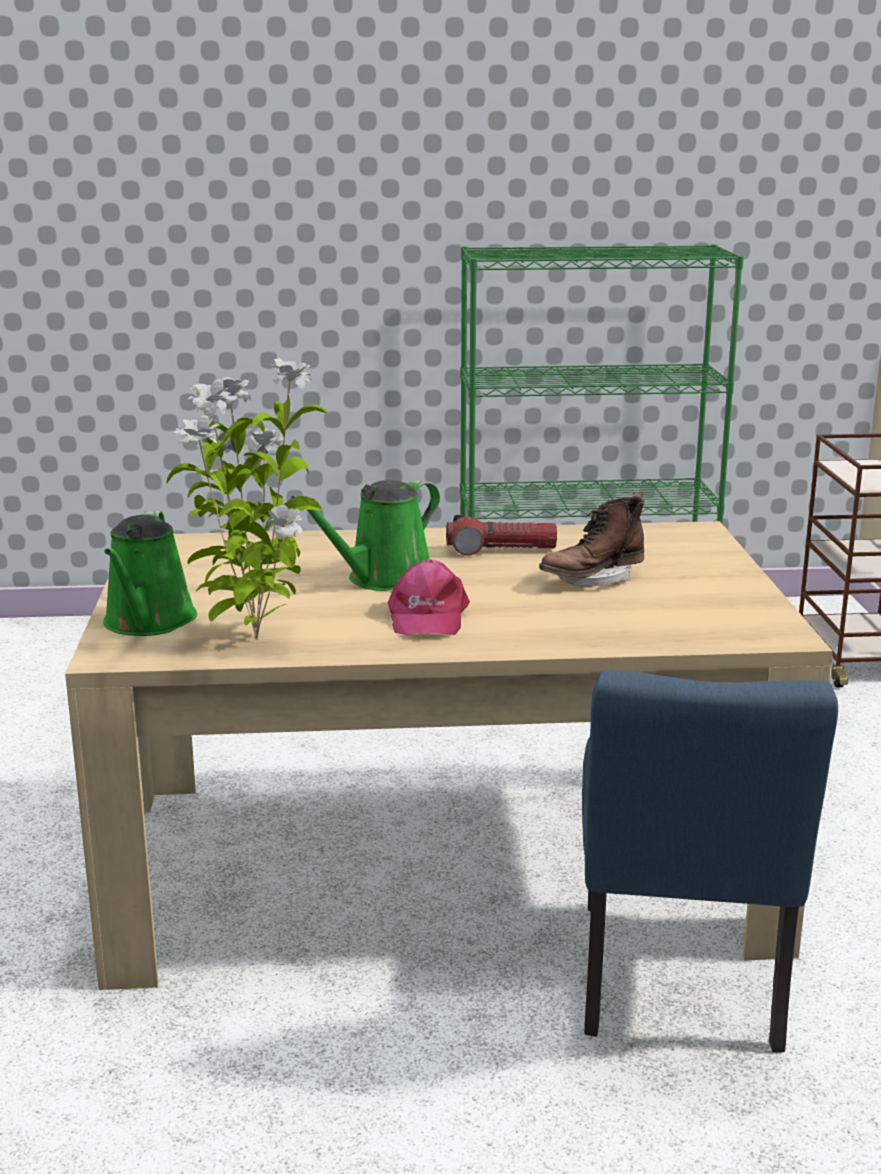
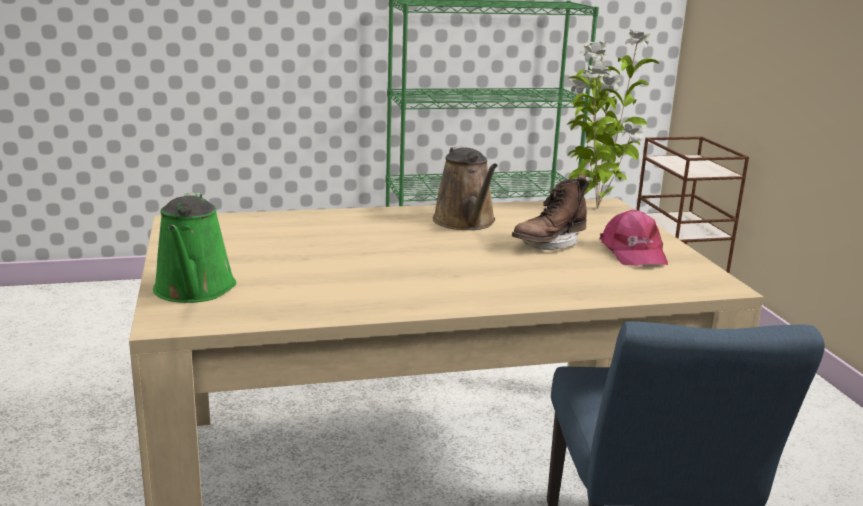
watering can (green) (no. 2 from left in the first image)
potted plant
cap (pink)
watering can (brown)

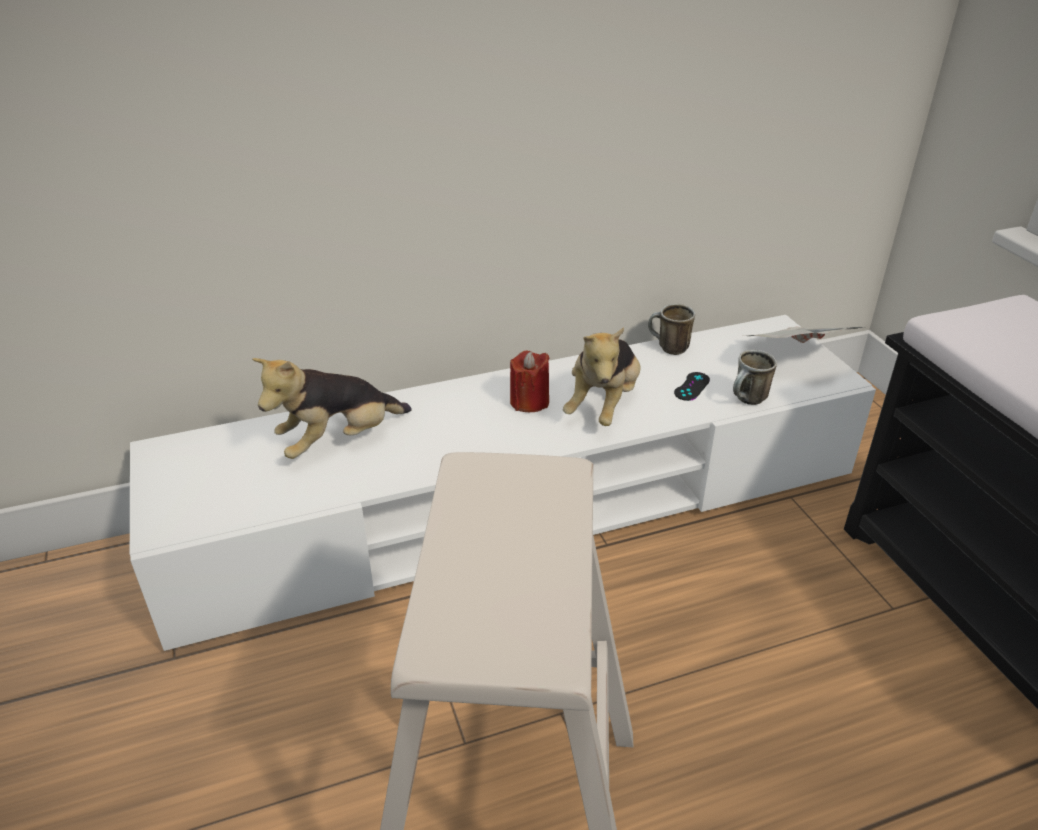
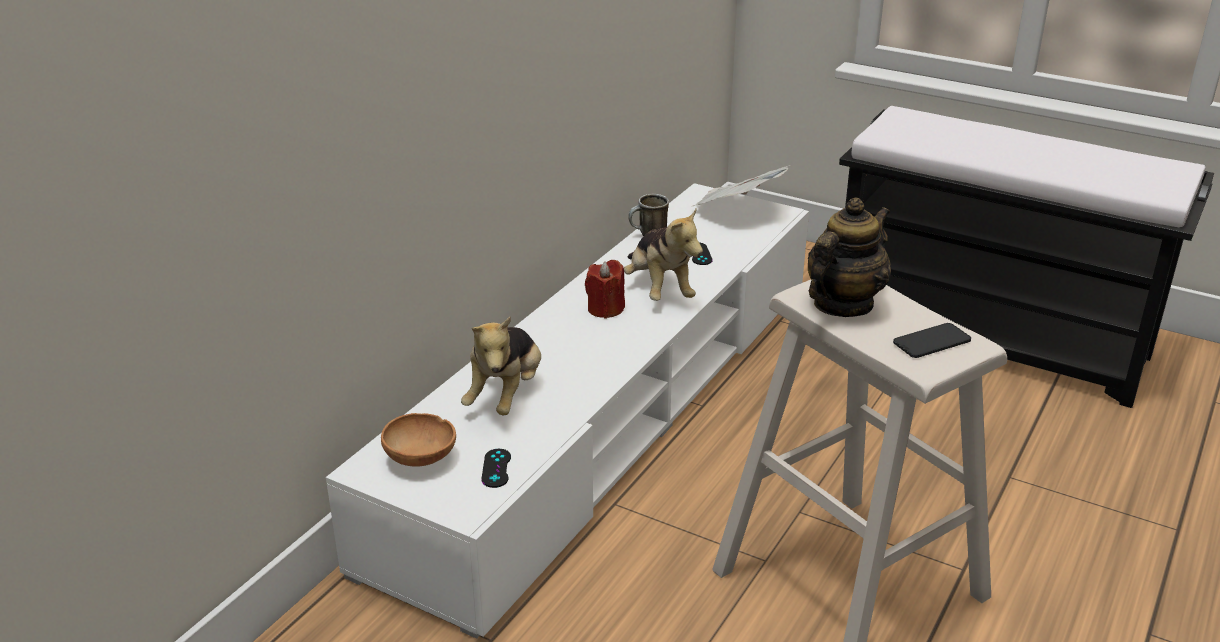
mug (no. 2 from left in the first image)
bowl (brown)
game controller (black) (no. 1 from left)
teapot
phone

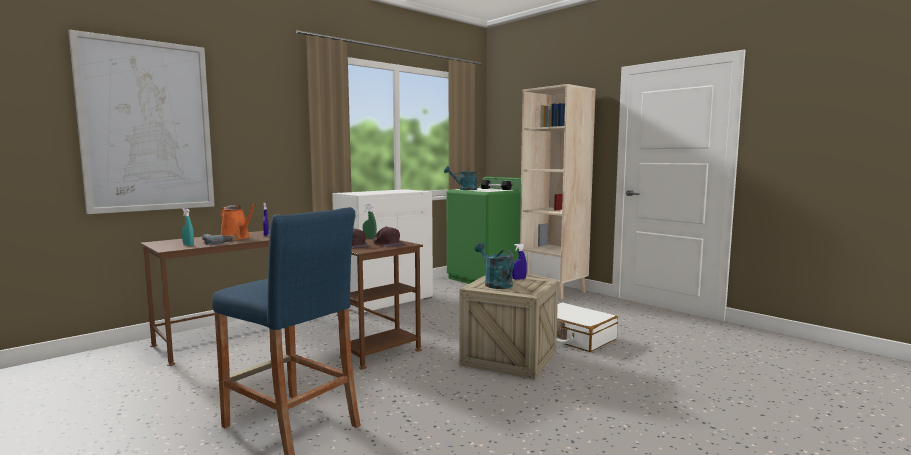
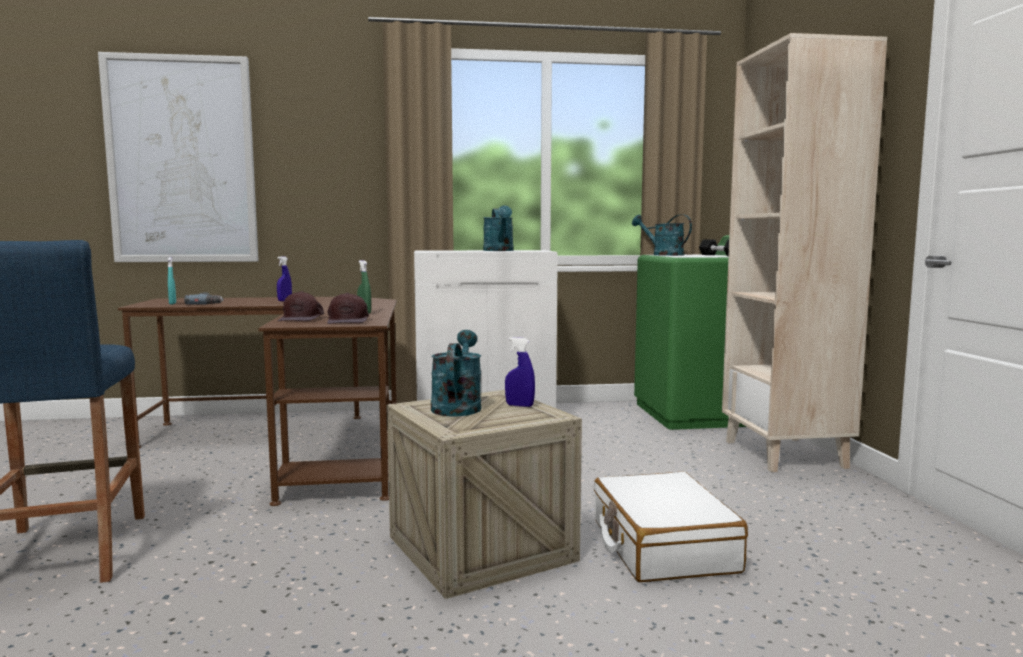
watering can (orange)
watering can (turquoise) (no. 2 from left)

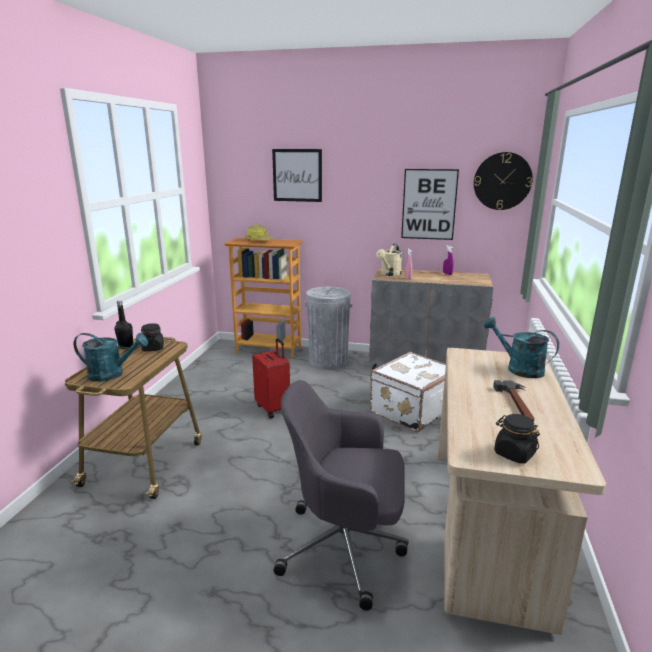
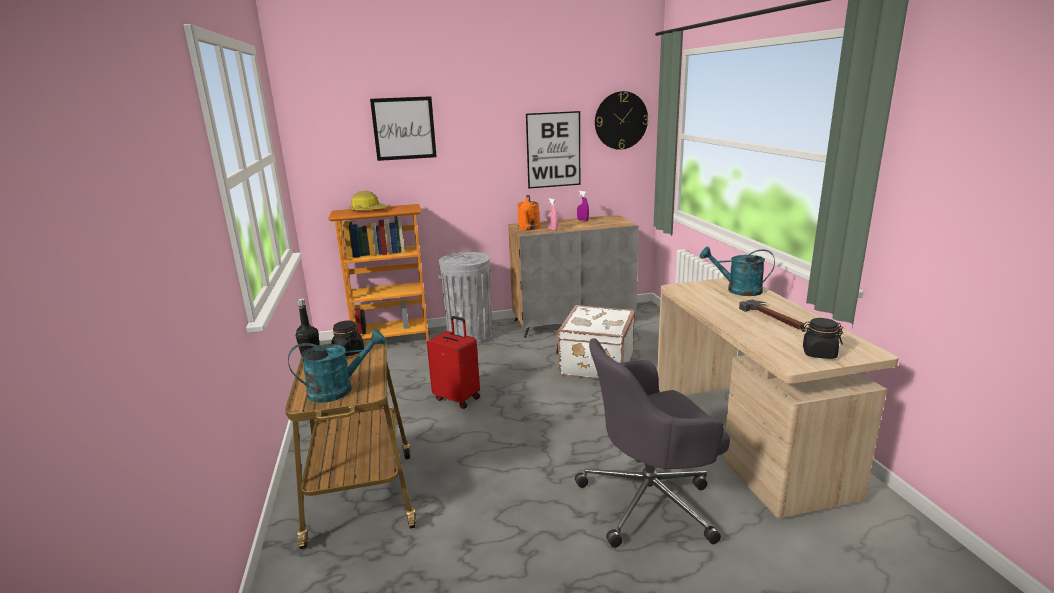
watering can (orange)

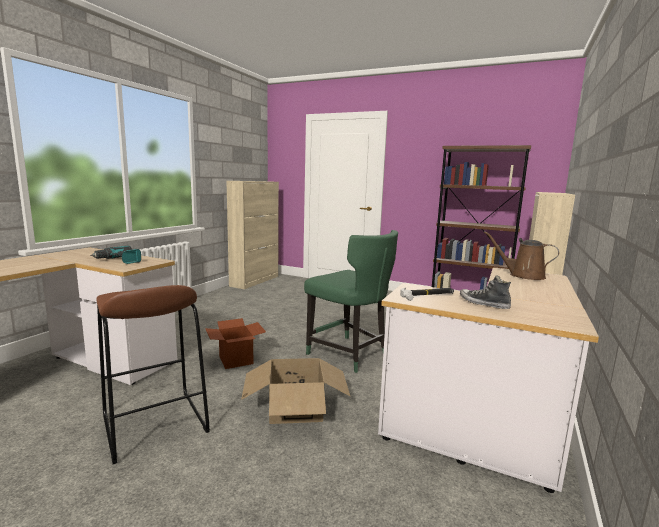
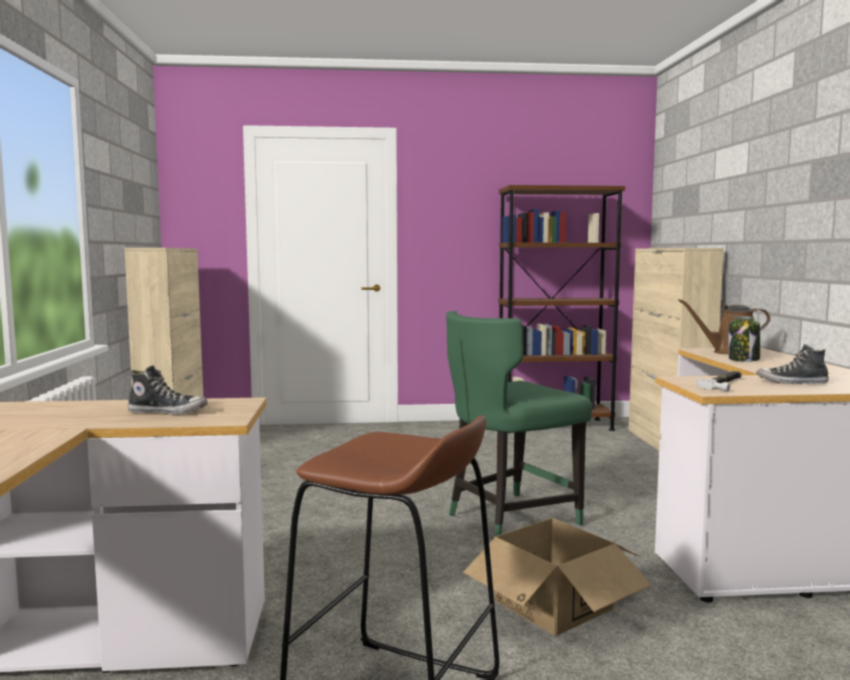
cardboard box (no. 1 from left in the first image)
jar
shoe (no. 1 from left)
chair (green)

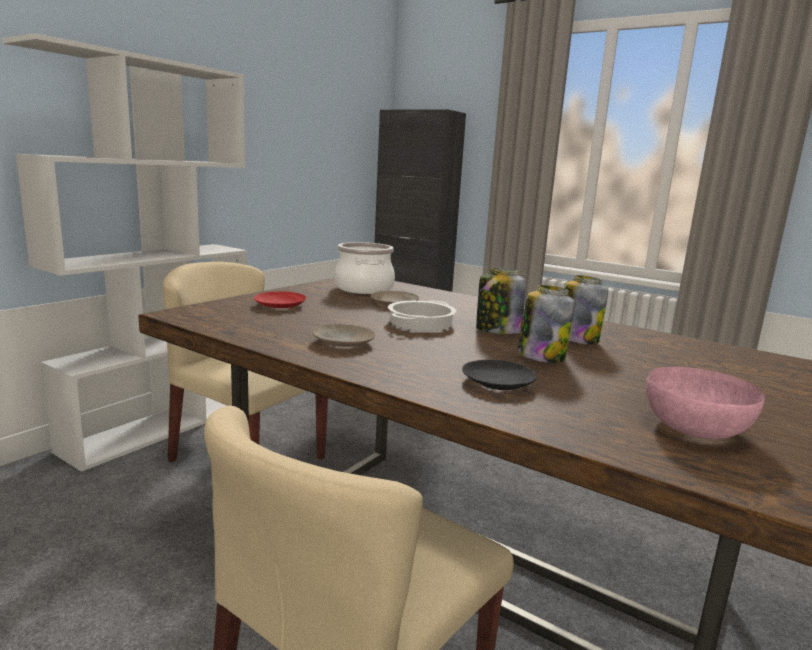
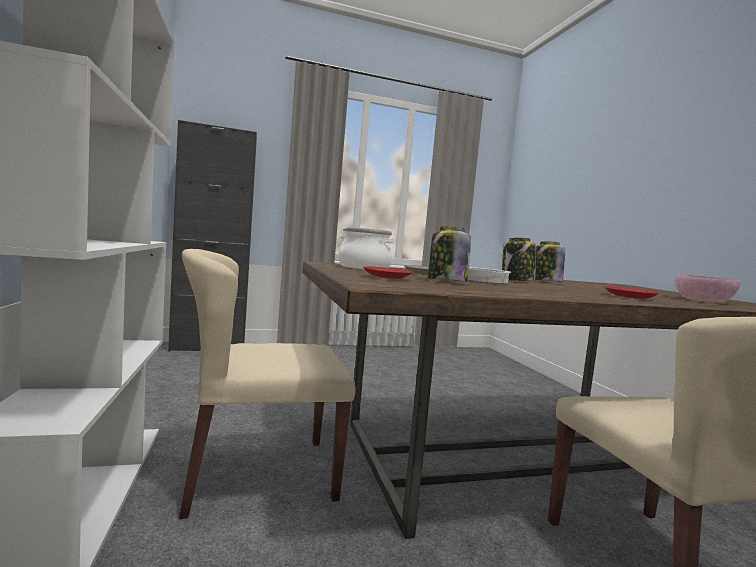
plate (beige) (no. 1 from left in the first image)
jar (no. 1 from left)
plate (red) (no. 2 from left)

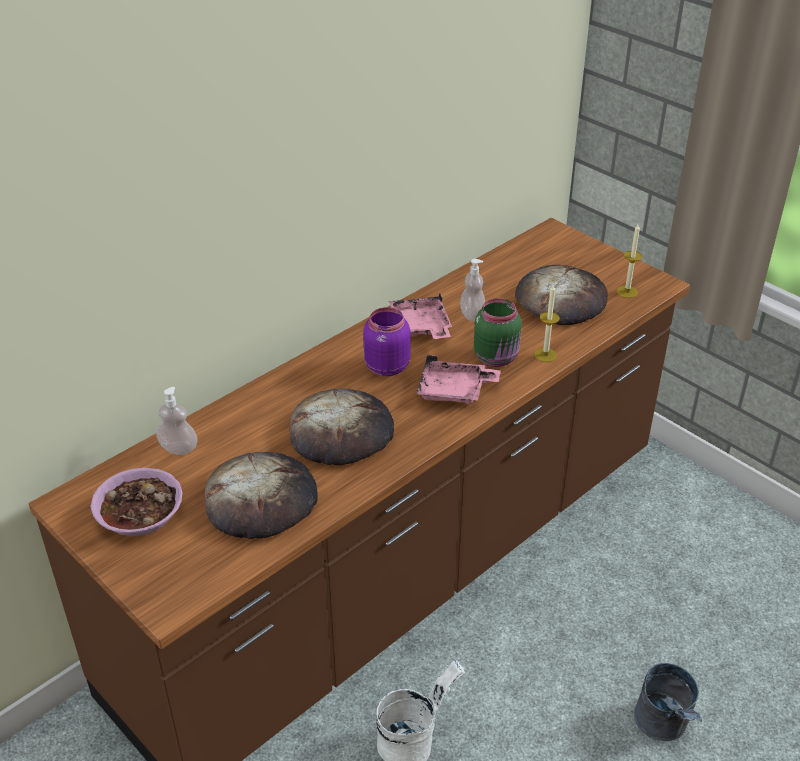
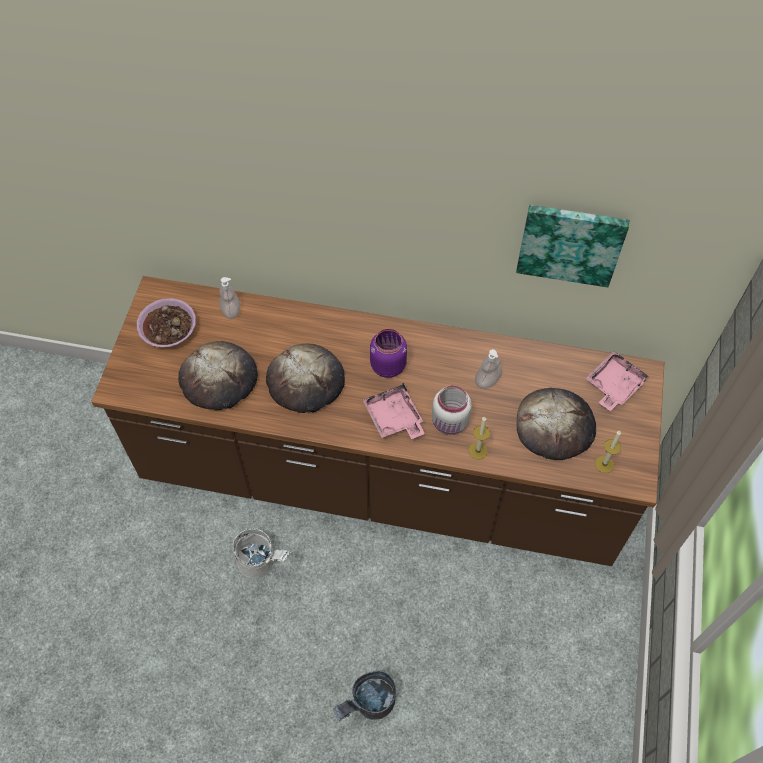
picture
tray (pink) (no. 2 from left)
jar (white)

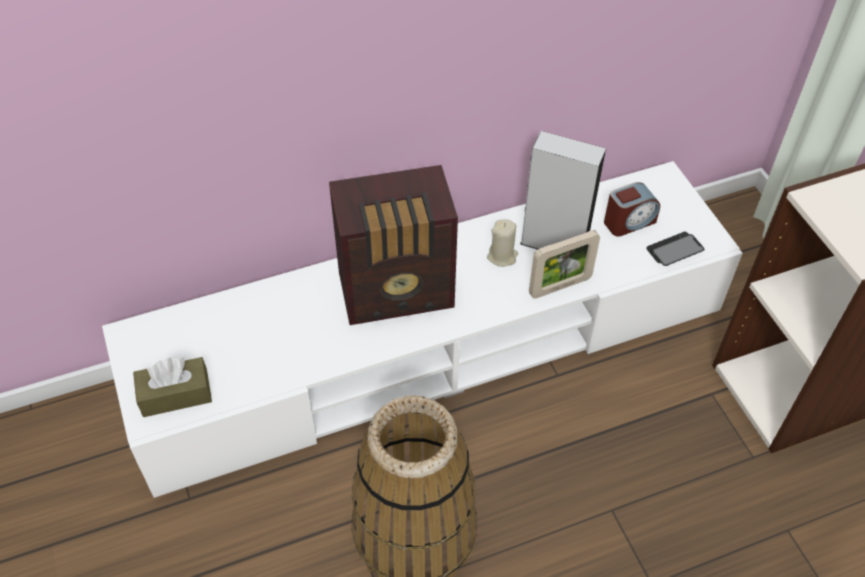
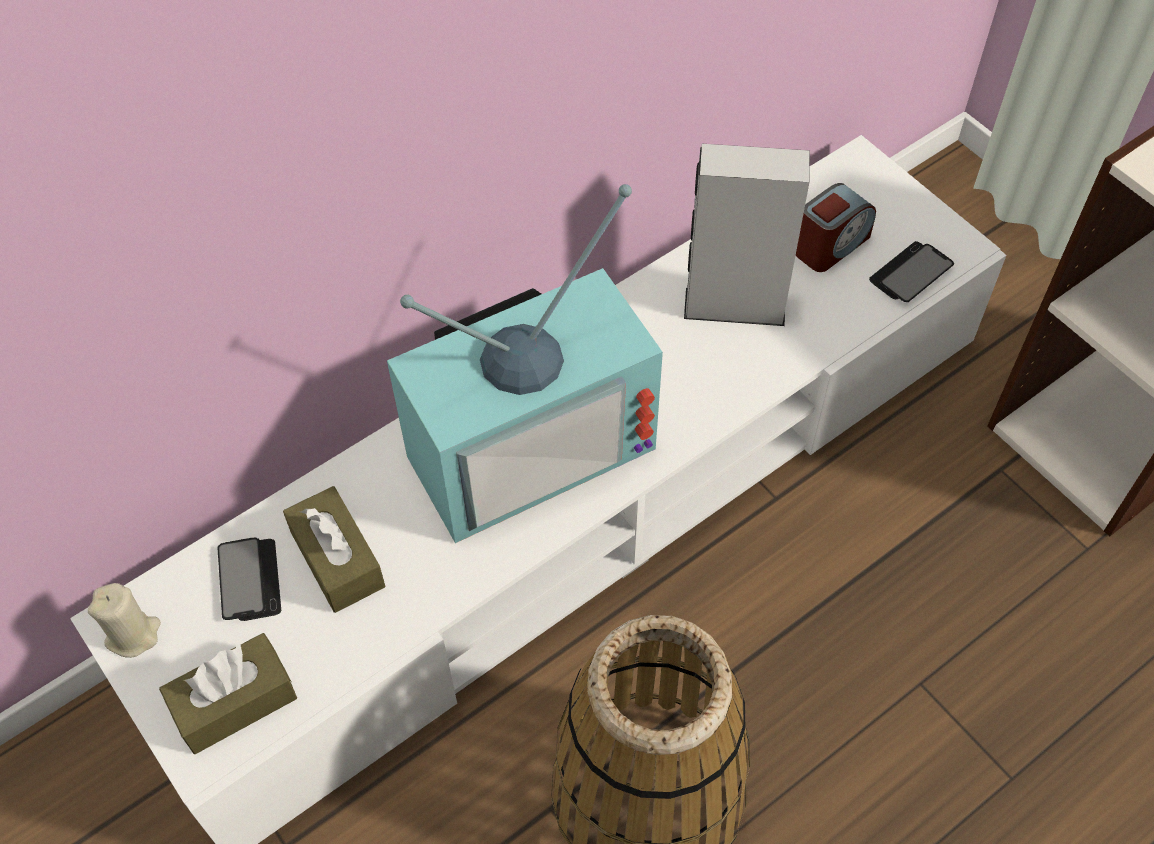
picture frame
phone (no. 1 from left)
tissue box (brown) (no. 2 from left)
candle (beige)
television

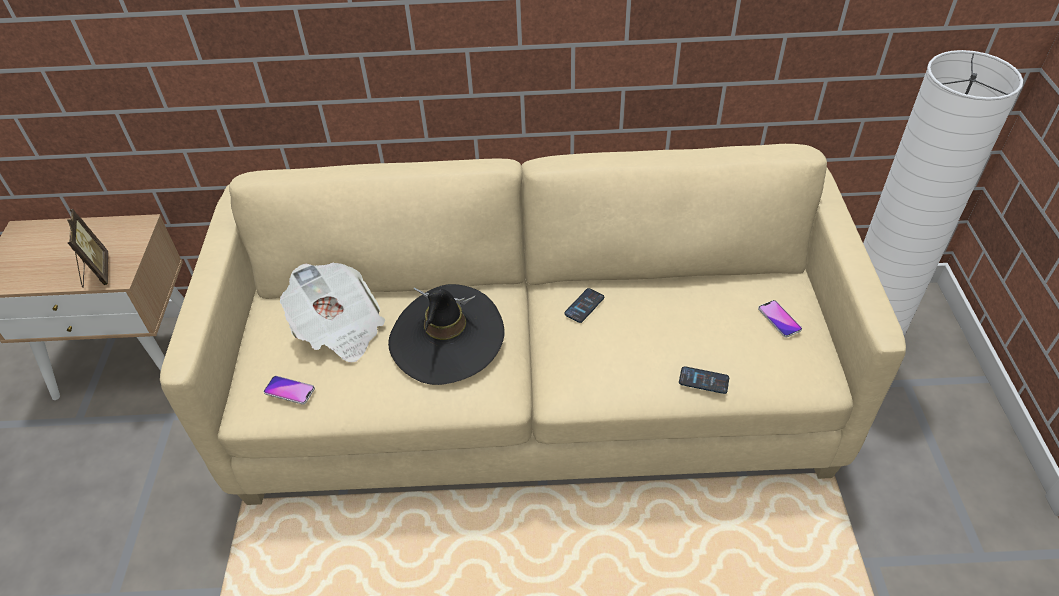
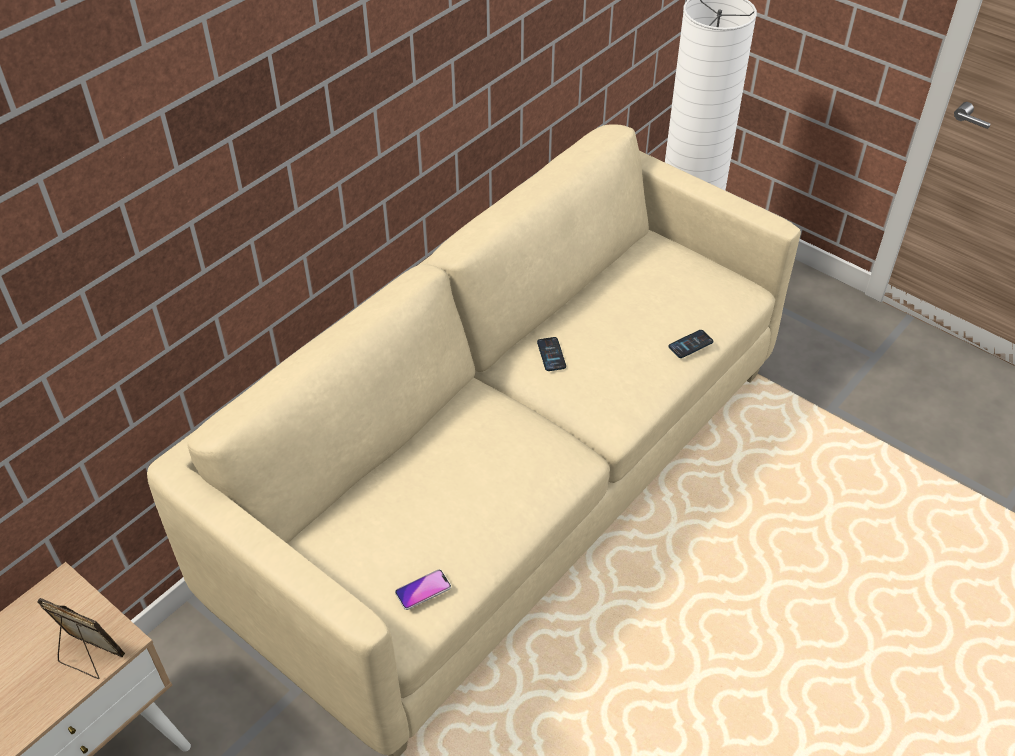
newspaper
hat (black)
phone (no. 4 from left in the first image)

